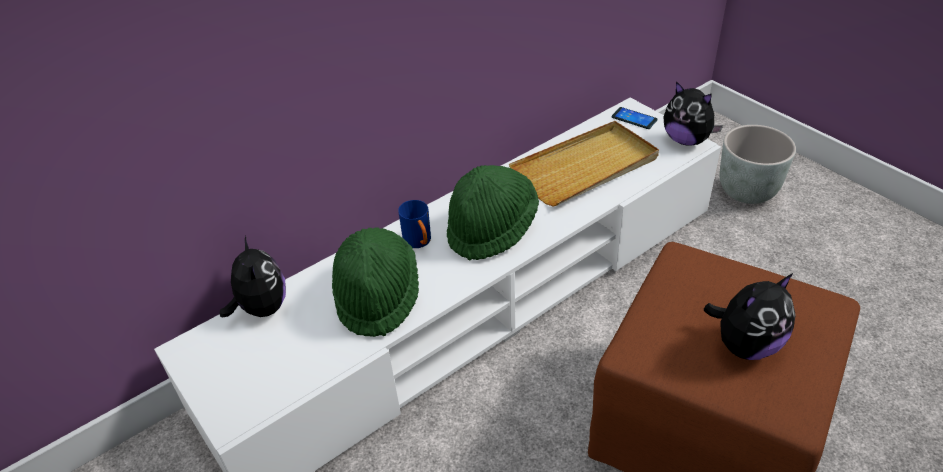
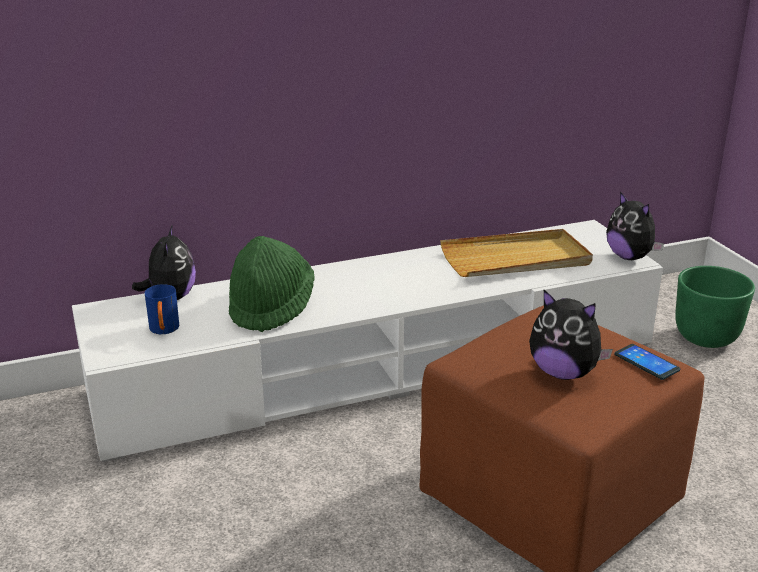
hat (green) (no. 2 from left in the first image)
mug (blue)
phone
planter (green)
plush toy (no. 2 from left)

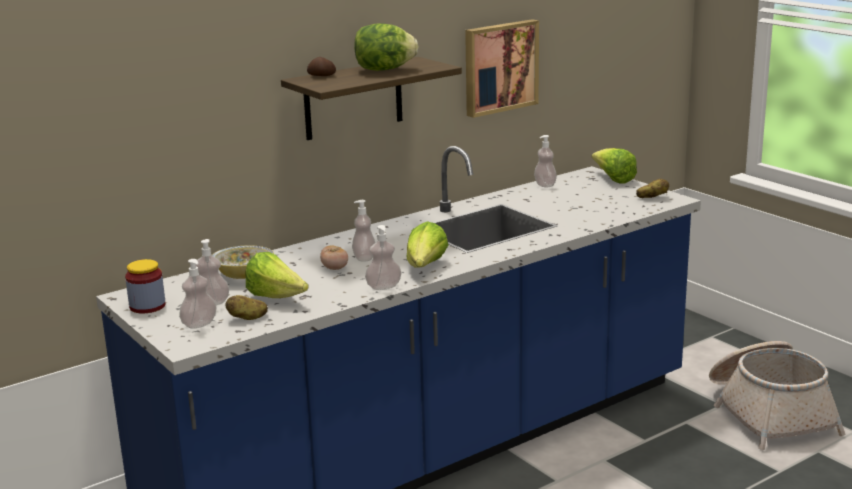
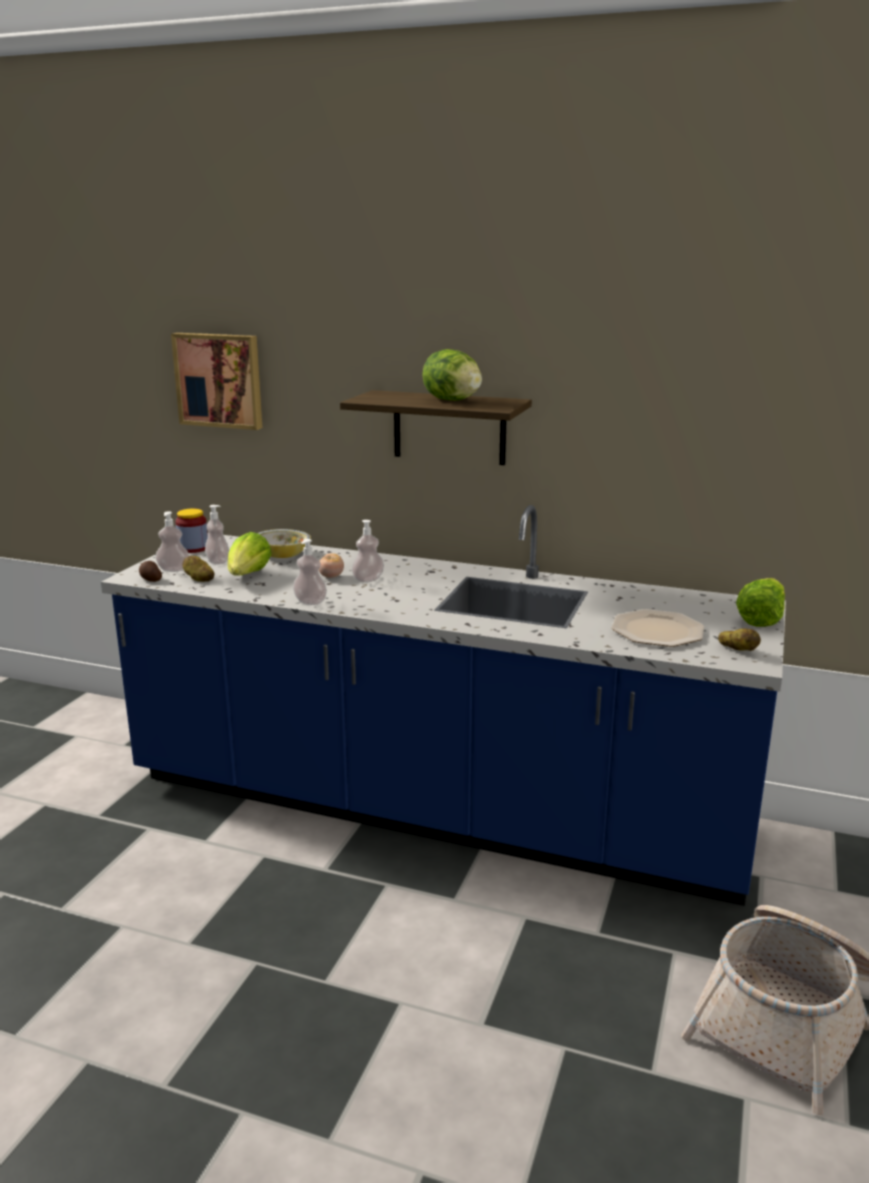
lettuce (no. 3 from left in the first image)
soap dispenser (no. 5 from left in the first image)
plate
potato (no. 1 from left)
picture

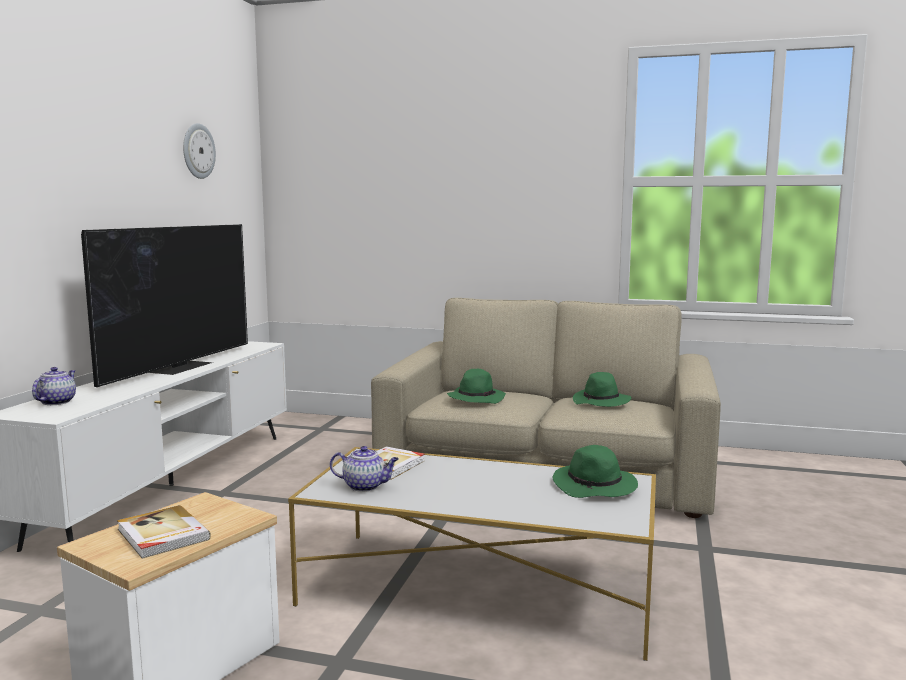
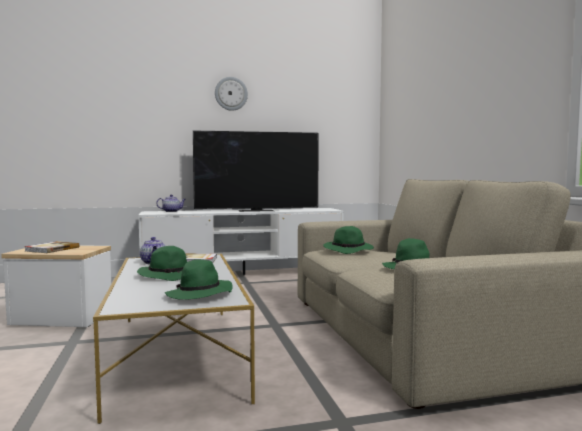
hat (green) (no. 1 from left)
wall clock

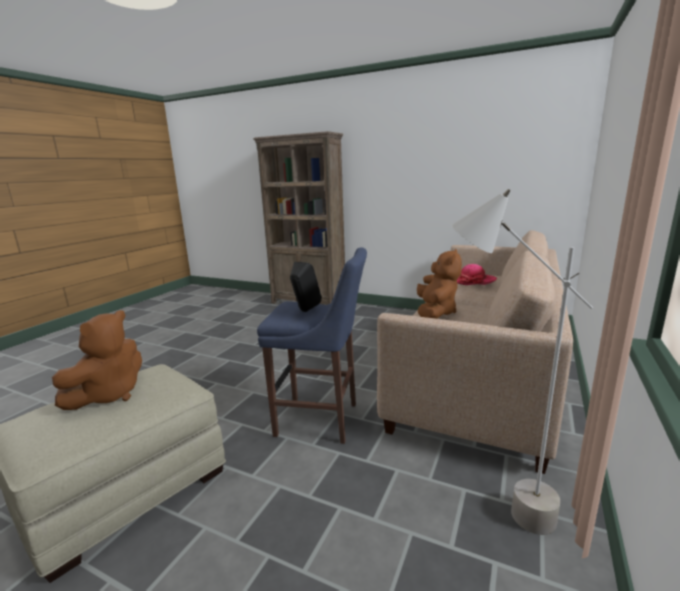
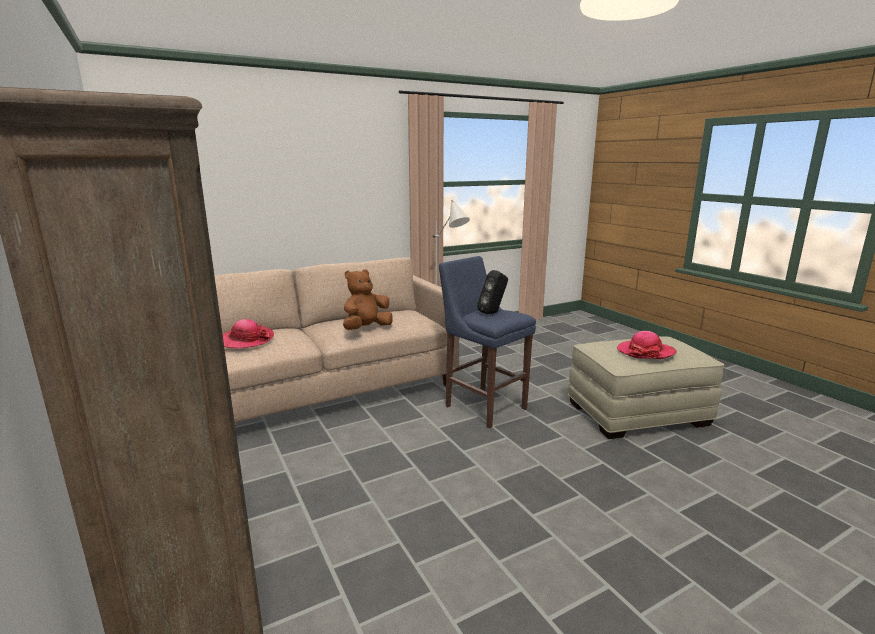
hat (no. 2 from left)

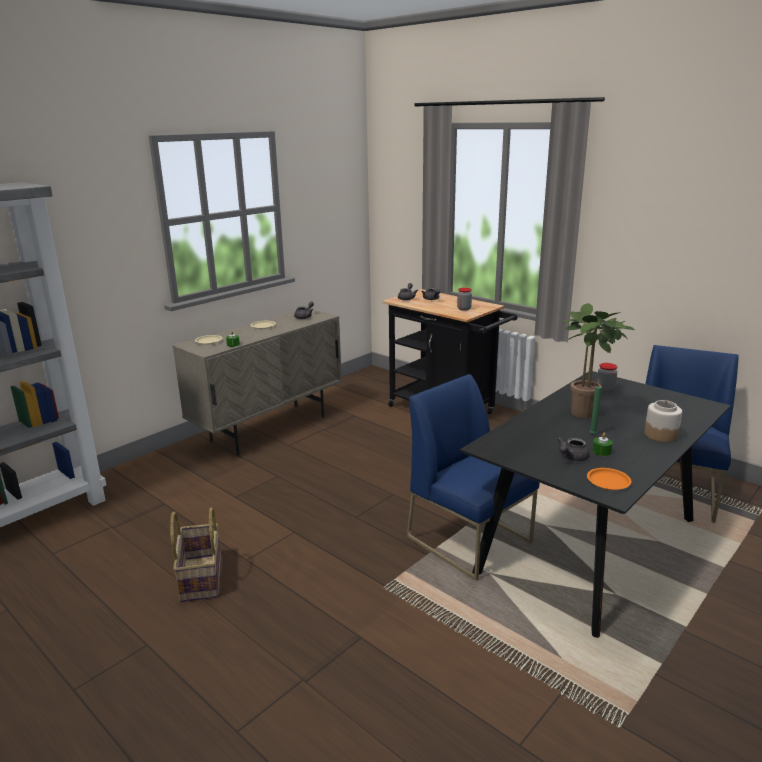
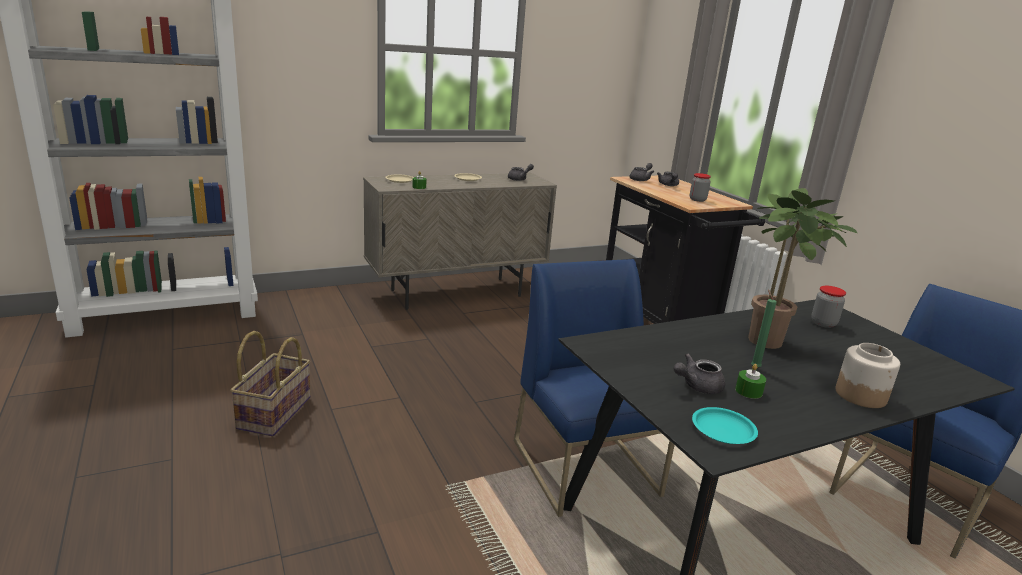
plate (turquoise)

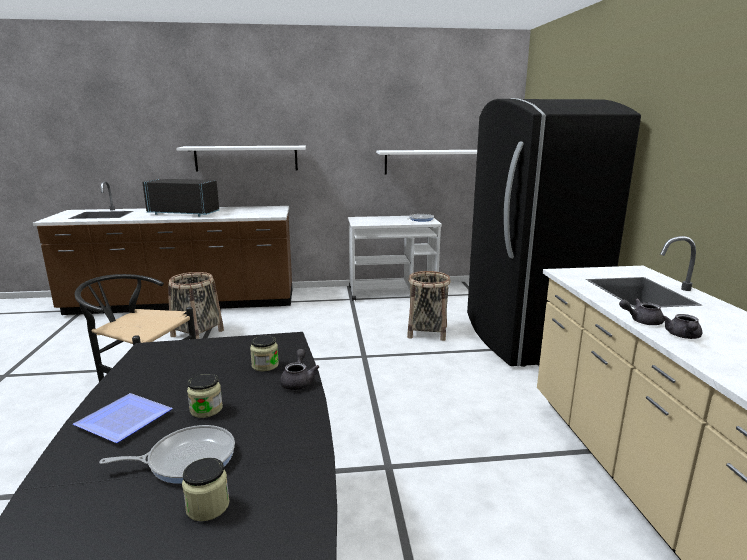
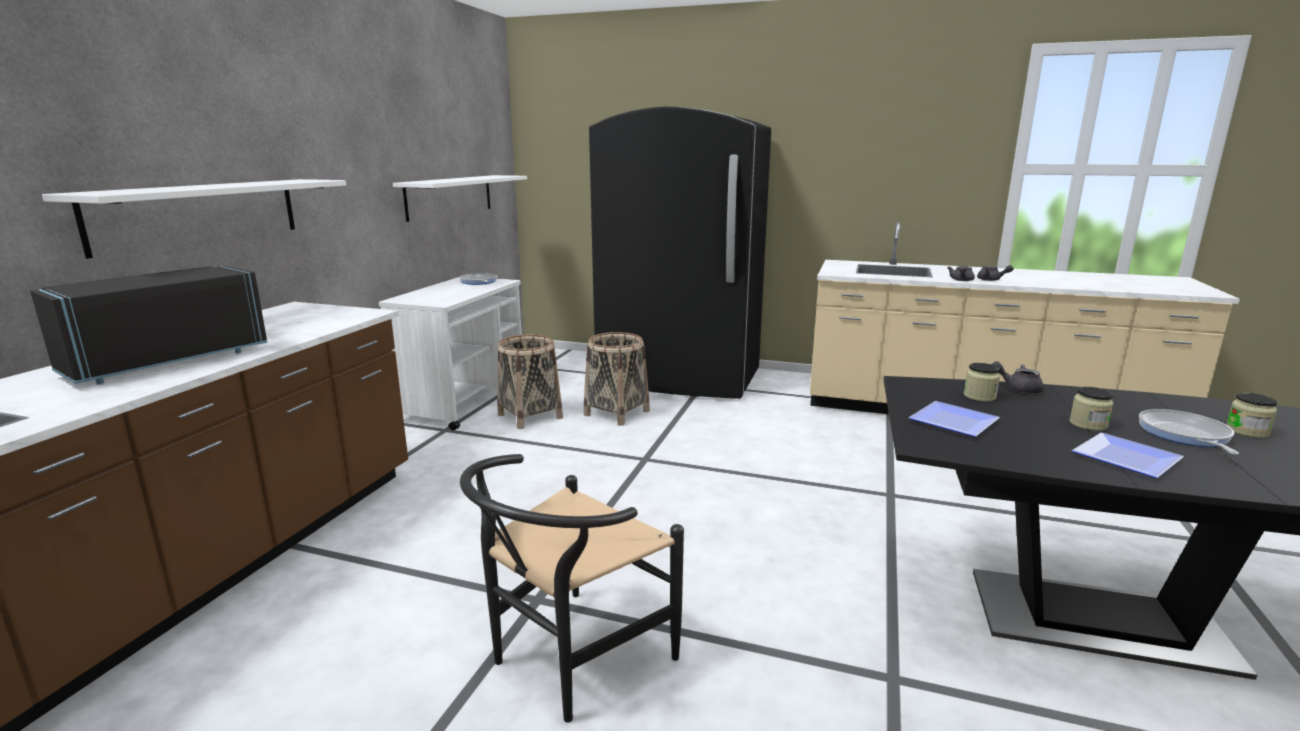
plate (no. 1 from left)
basket (no. 1 from left)

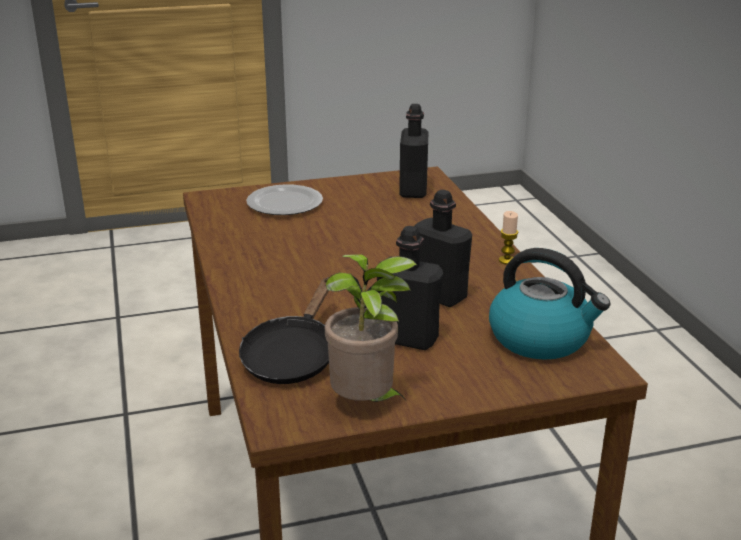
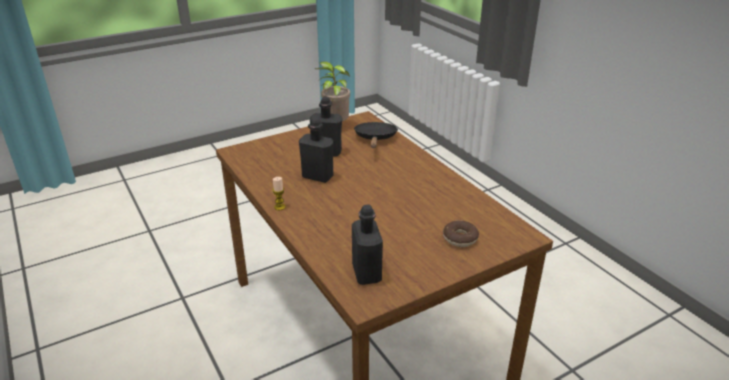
kettle
donut

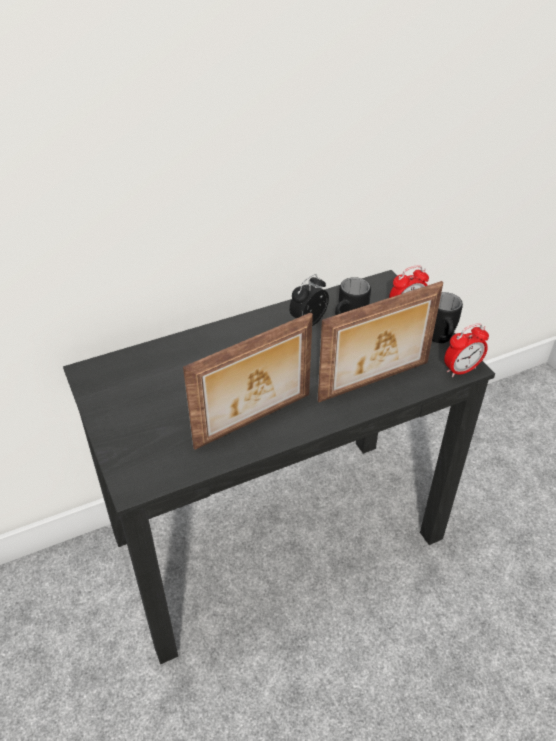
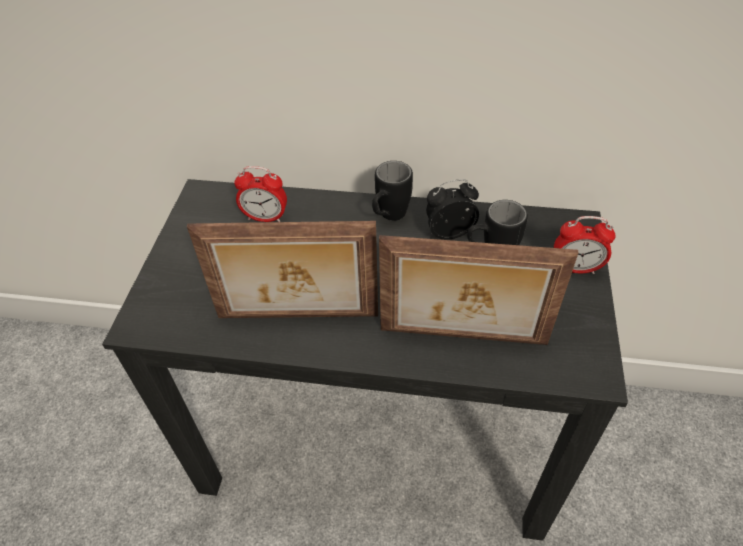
mug (black) (no. 1 from left)
alarm clock (no. 1 from left)

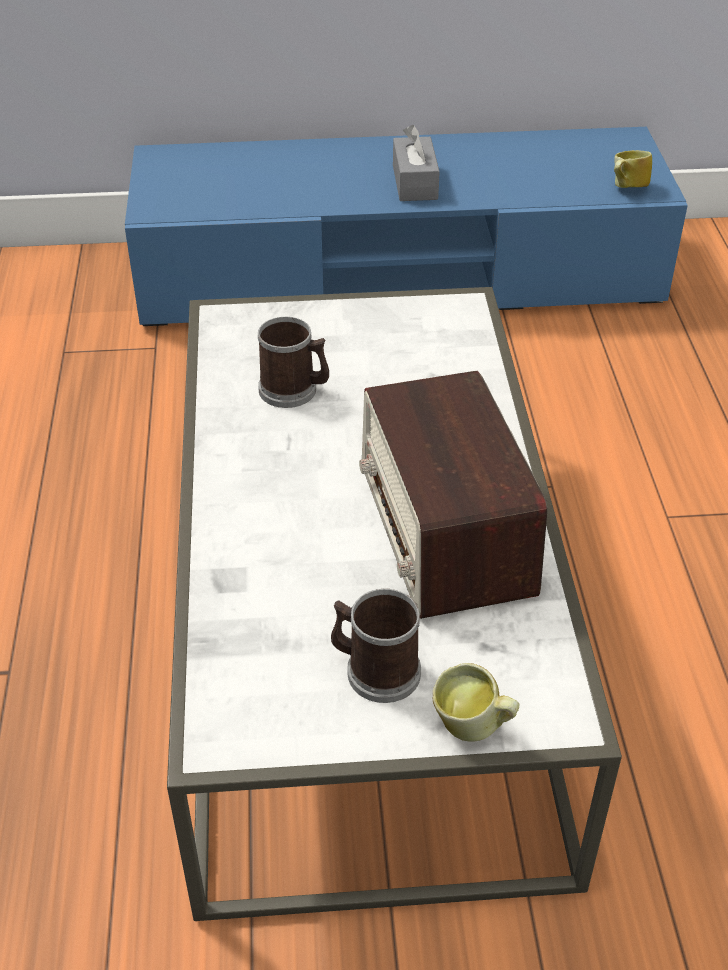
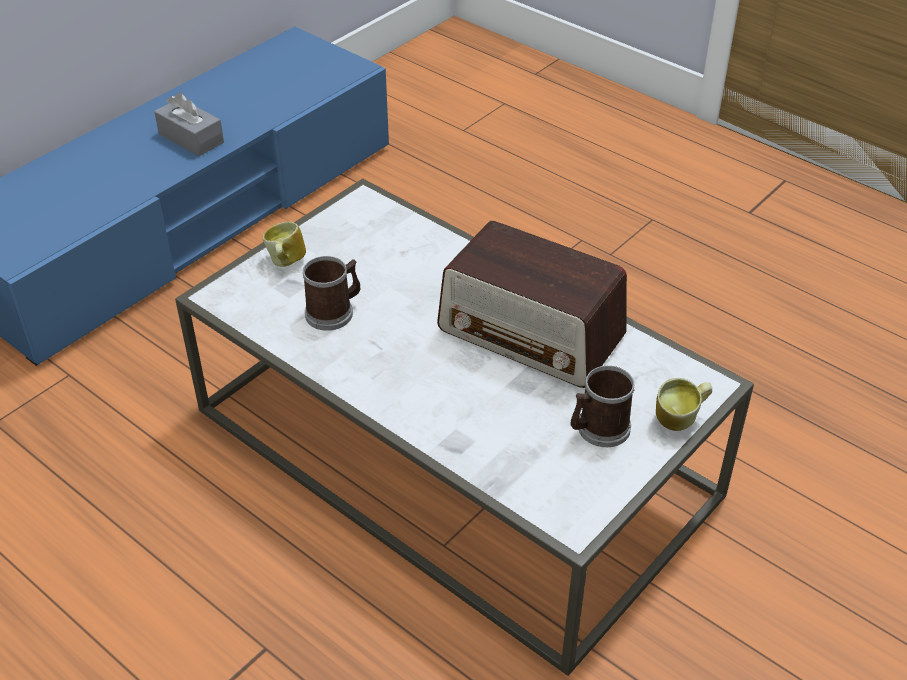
mug (no. 1 from left)

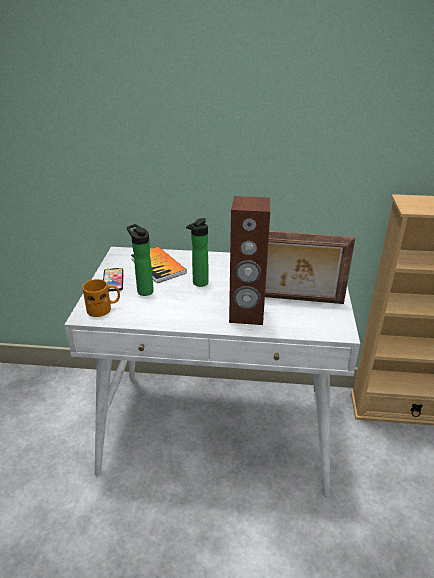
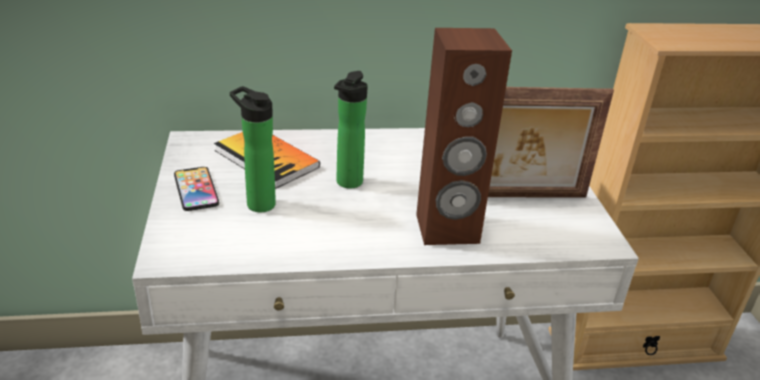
mug (orange)

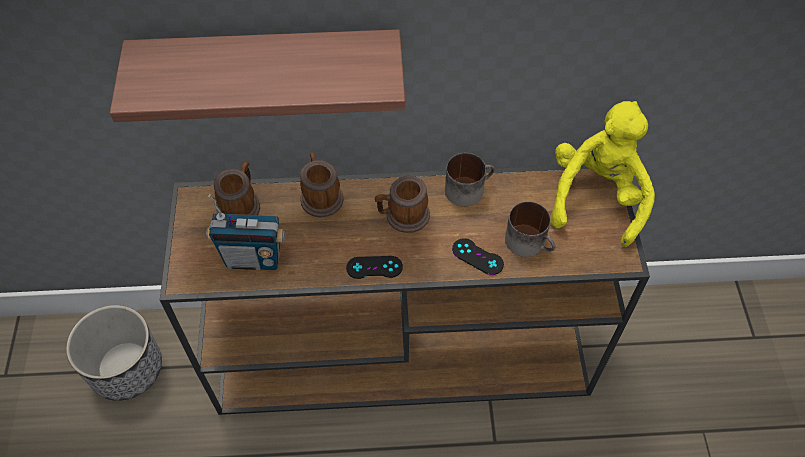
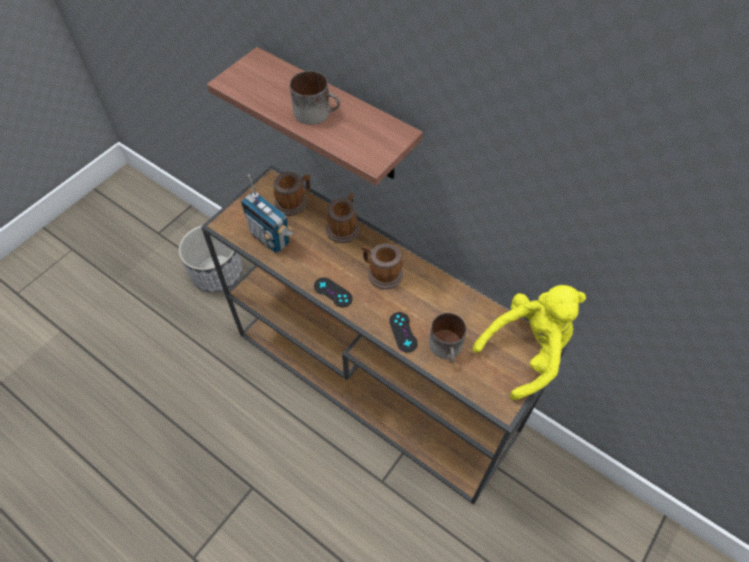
mug (no. 2 from left)

